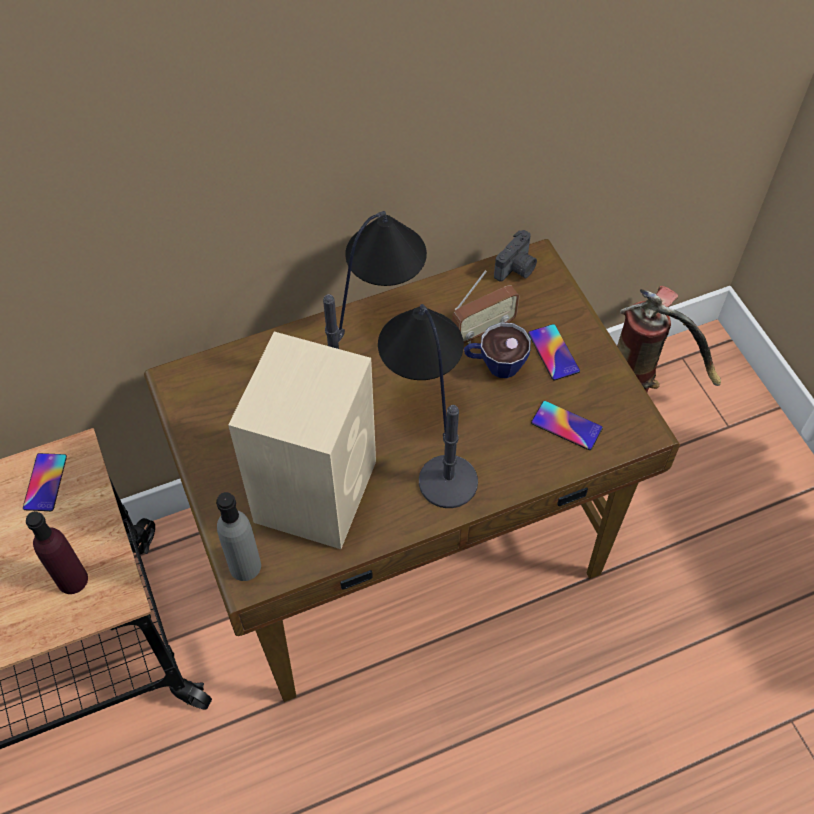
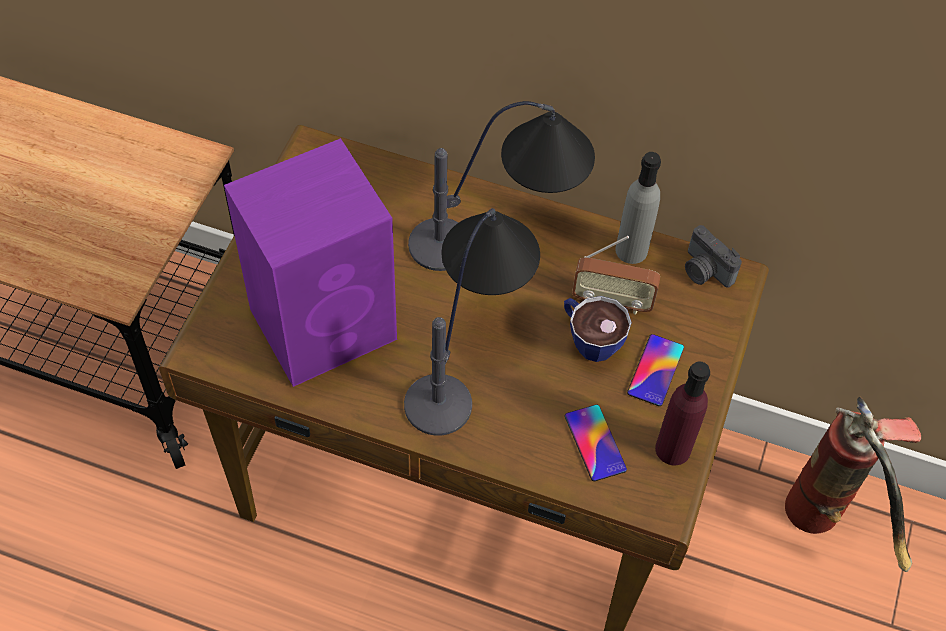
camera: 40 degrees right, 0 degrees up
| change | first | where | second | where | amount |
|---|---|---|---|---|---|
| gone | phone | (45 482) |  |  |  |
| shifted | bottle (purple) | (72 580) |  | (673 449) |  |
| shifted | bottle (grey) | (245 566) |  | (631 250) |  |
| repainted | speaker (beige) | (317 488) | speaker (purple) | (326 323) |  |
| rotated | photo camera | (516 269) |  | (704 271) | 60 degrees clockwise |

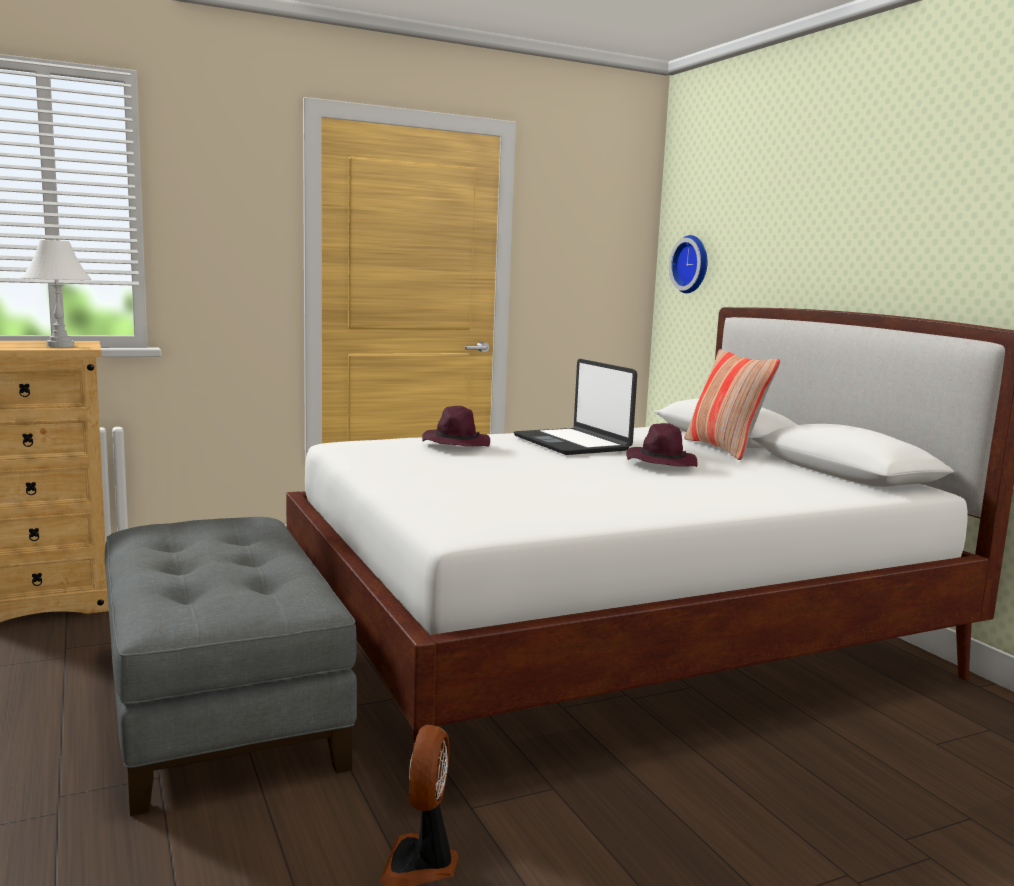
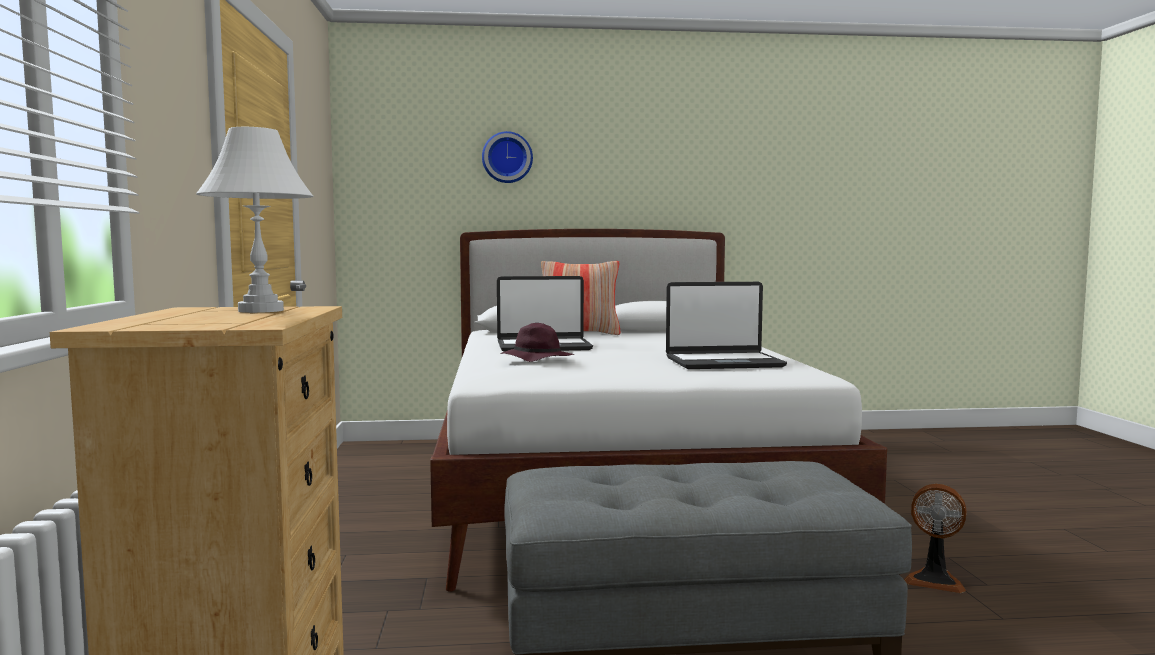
camera: 70 degrees left, 5 degrees down
| change | first | where | second | where | amount |
|---|---|---|---|---|---|
| gone | hat (purple) | (661 463) |  |  |  |
| new |  |  | laptop | (723 362) |  |
| shifted | wall clock | (692 264) |  | (507 157) |  |

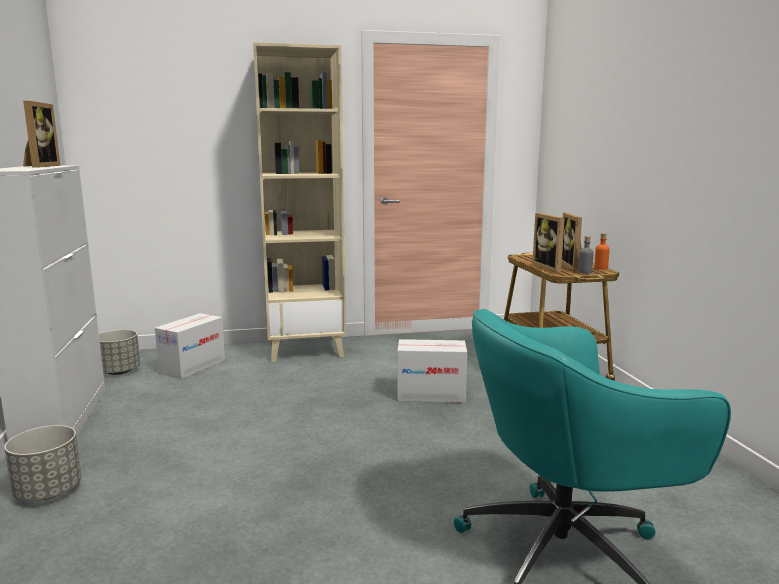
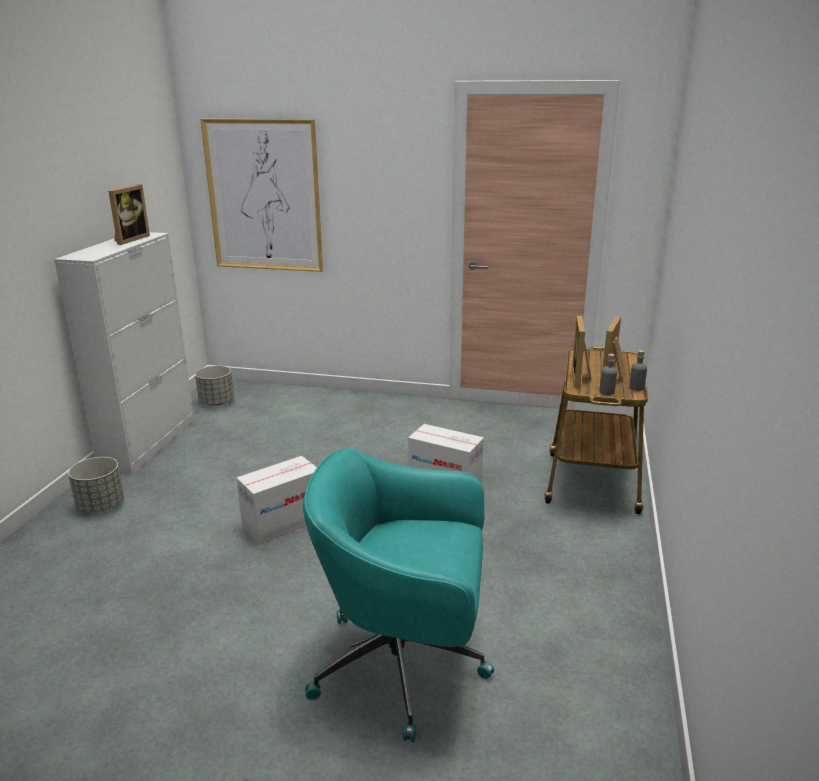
camera: 25 degrees right, 10 degrees up
| change | first | where | second | where | amount |
|---|---|---|---|---|---|
| gone | bookcase (beige) | (306 349) |  |  |  |
| new |  |  | picture | (264 196) |  |
| shifted | cardboard box | (193 366) |  | (283 522) |  |
| repainted | bottle (orange) | (600 268) | bottle (grey) | (636 388) |  |

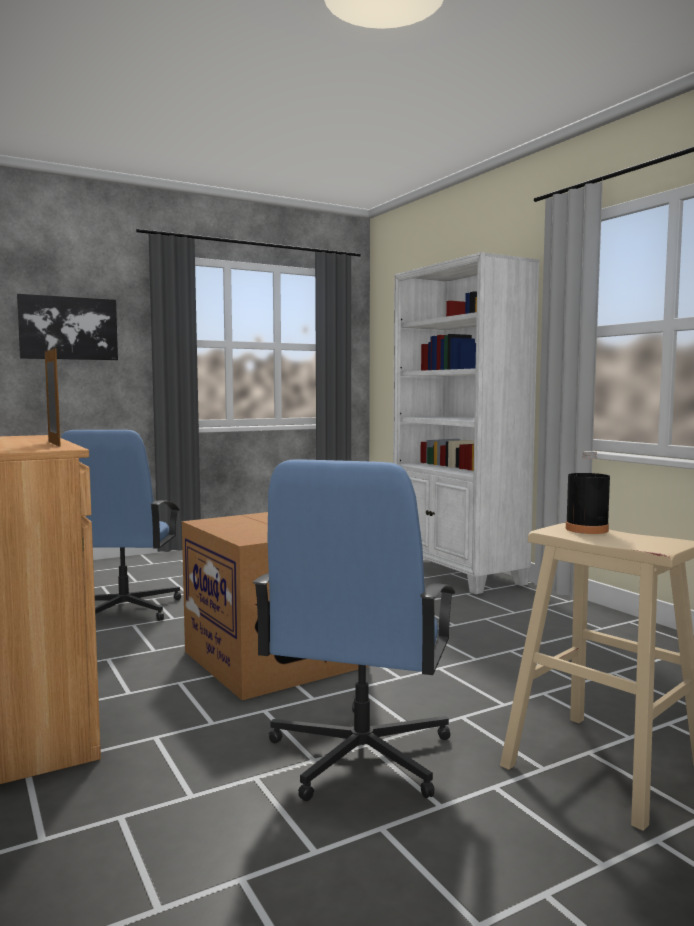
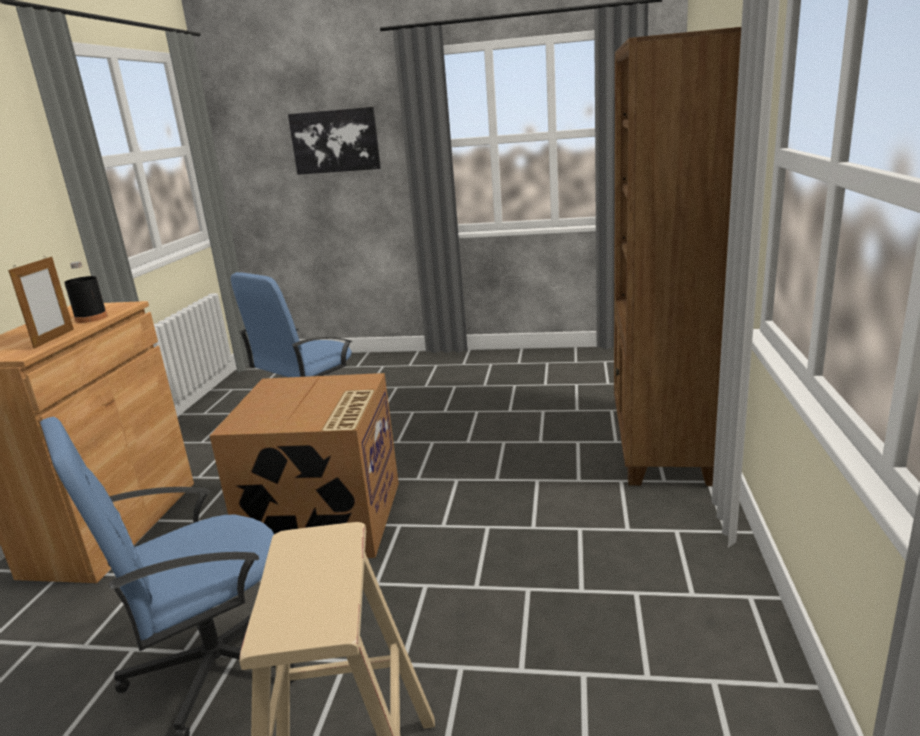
camera: 40 degrees right, 15 degrees up
| change | first | where | second | where | amount |
|---|---|---|---|---|---|
| shifted | bottle (black) | (586 529) |  | (91 318) |  |
| repainted | bookcase (white) | (457 574) | bookcase (brown) | (660 445) |  |

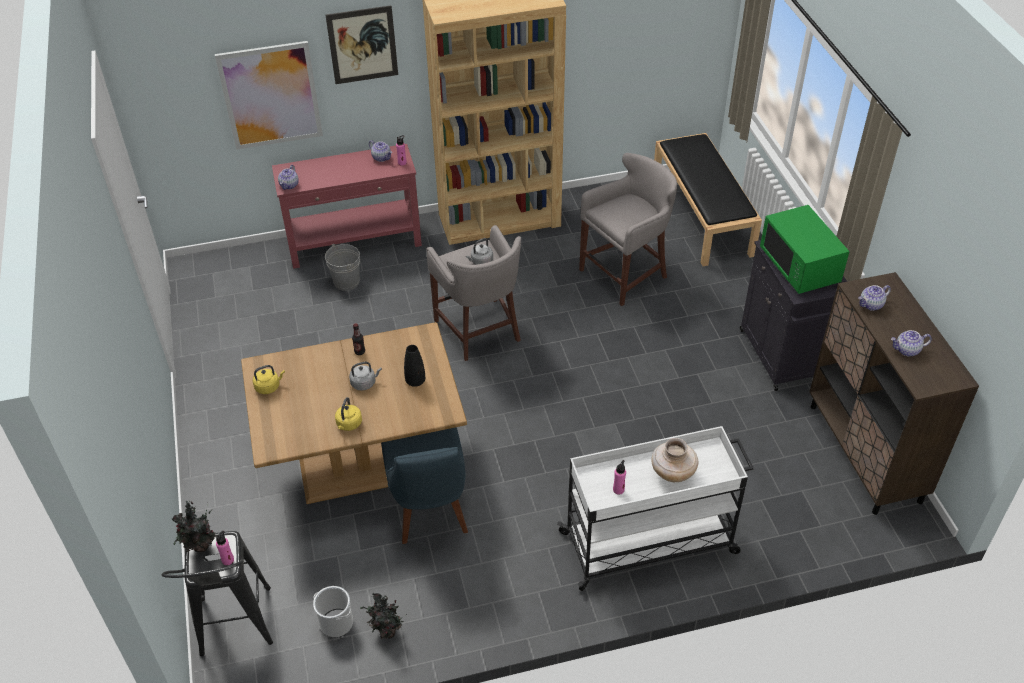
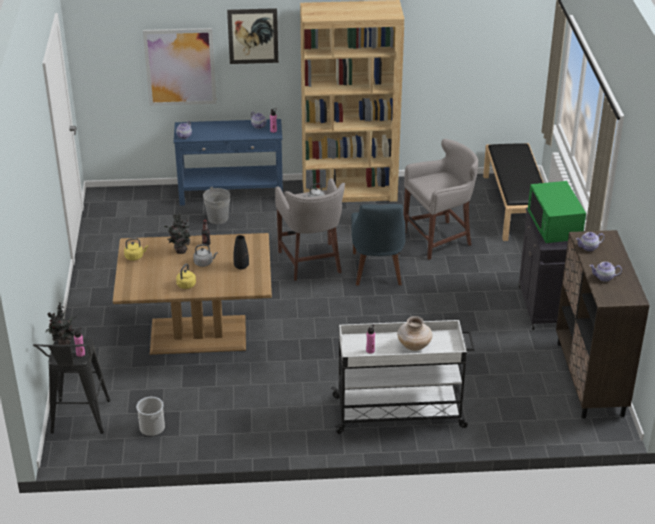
camera: 10 degrees right, 10 degrees down
| change | first | where | second | where | amount |
|---|---|---|---|---|---|
| shifted | potted plant | (386 632) |  | (180 251) |  |
| shifted | chair (blue) | (429 509) |  | (377 270) |  |
| repainted | console table (red) | (355 242) | console table (blue) | (232 194) |  |

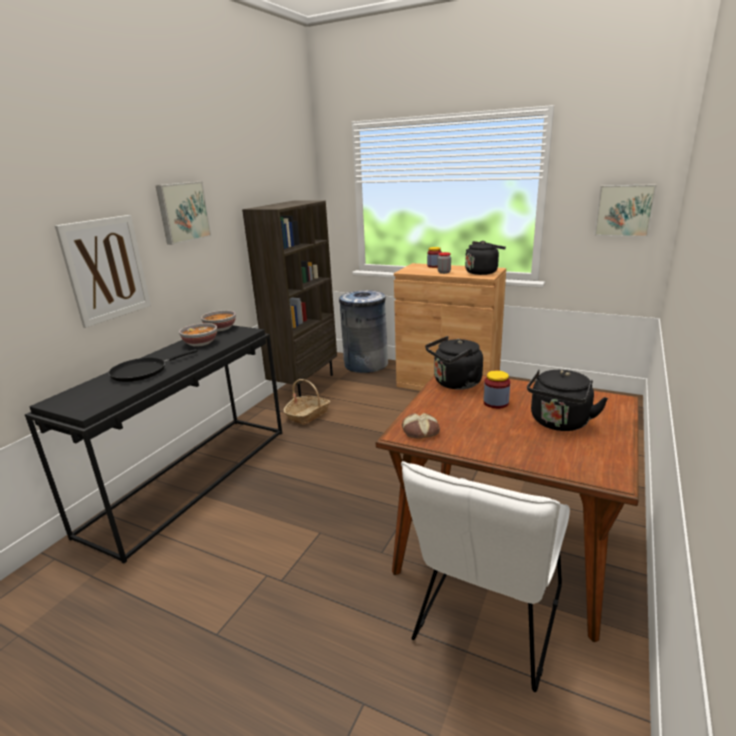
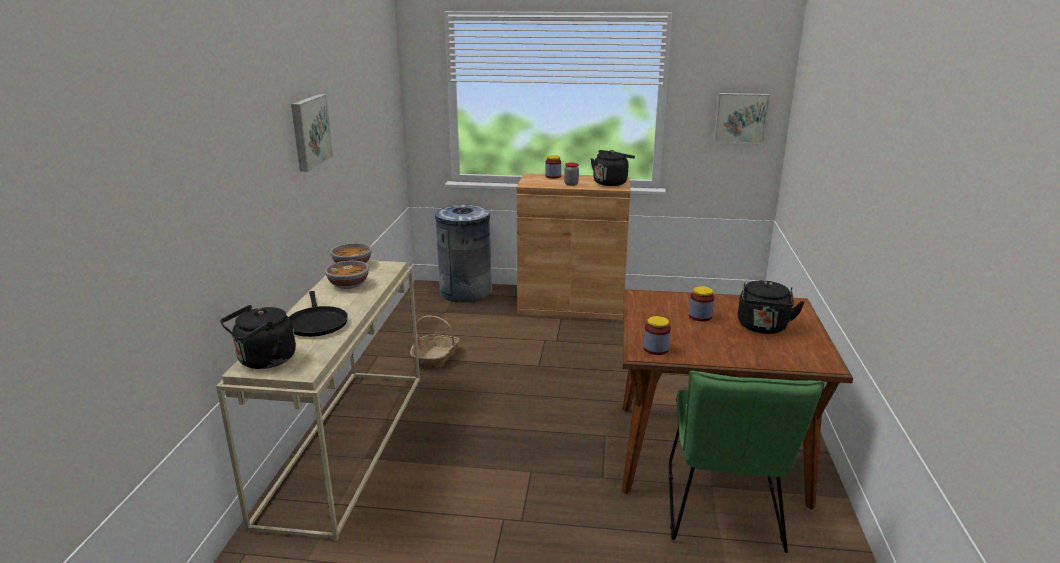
camera: 20 degrees left, 0 degrees up
| change | first | where | second | where | amount |
|---|---|---|---|---|---|
| gone | picture | (106 269) |  |  |  |
| gone | bookcase (brown) | (304 384) |  |  |  |
| shifted | kettle (black) | (455 383) |  | (264 361) |  |
| swapped | bread | (420 431) | jar | (656 349) |  |
| repainted | console table (black) | (191 477) | console table (beige) | (345 443) |  |
| repainted | chair (white) | (485 621) | chair (green) | (723 513) |  |
| rotated | frying pan (black) | (143 371) |  | (317 323) | 45 degrees counterclockwise |

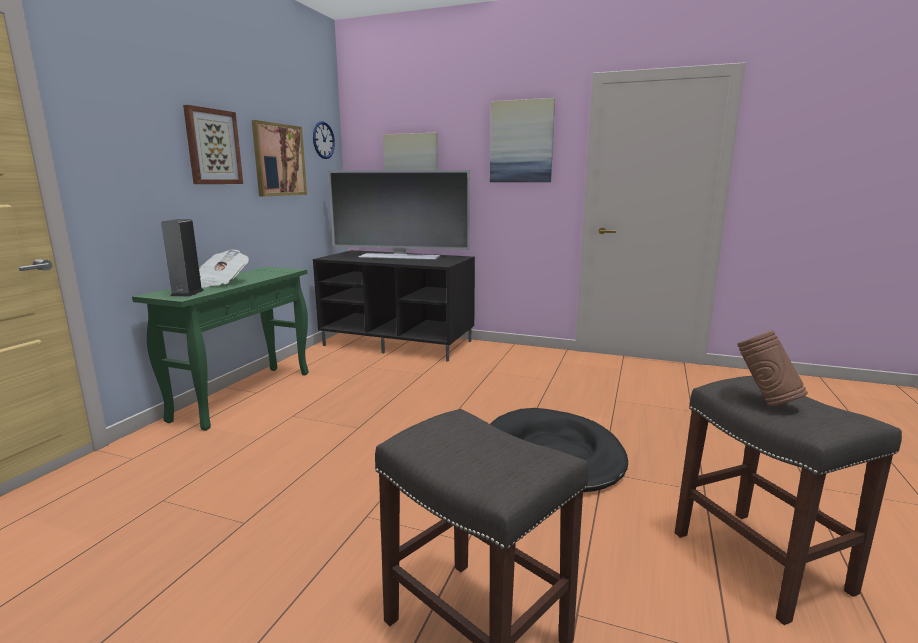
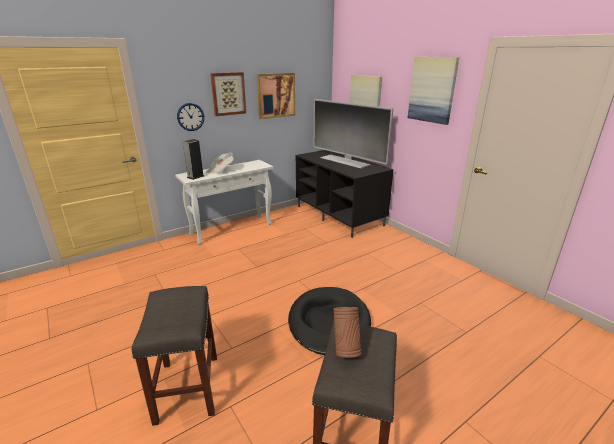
camera: 35 degrees right, 10 degrees up
| change | first | where | second | where | amount |
|---|---|---|---|---|---|
| shifted | wall clock | (323 140) |  | (190 117) |  |
| repainted | console table (green) | (245 395) | console table (white) | (232 229) |  |

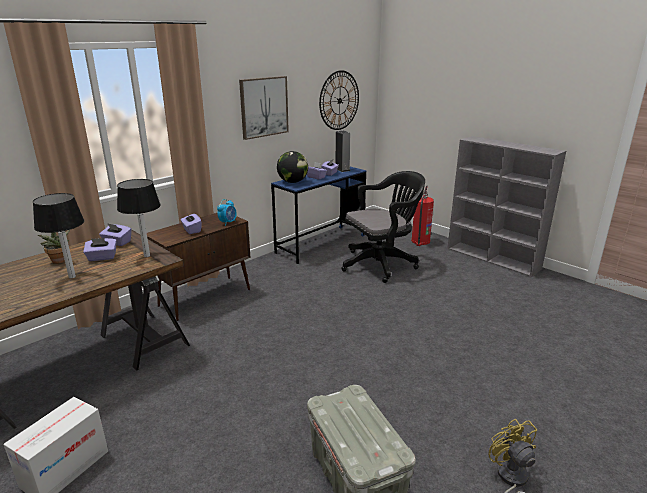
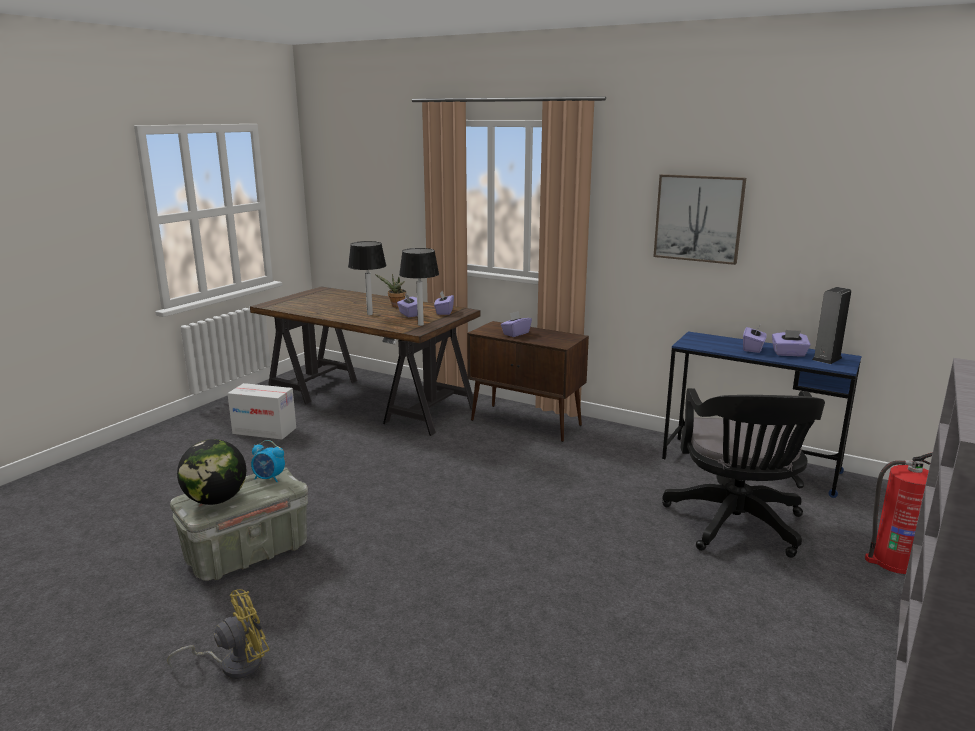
camera: 75 degrees right, 5 degrees down
| change | first | where | second | where | amount |
|---|---|---|---|---|---|
| gone | wall clock | (339 100) |  |  |  |
| shifted | alarm clock | (228 222) |  | (269 478) |  |
| shifted | globe | (292 182) |  | (216 500) |  |
| rotated | office chair (black) | (381 264) |  | (736 526) | 45 degrees clockwise |

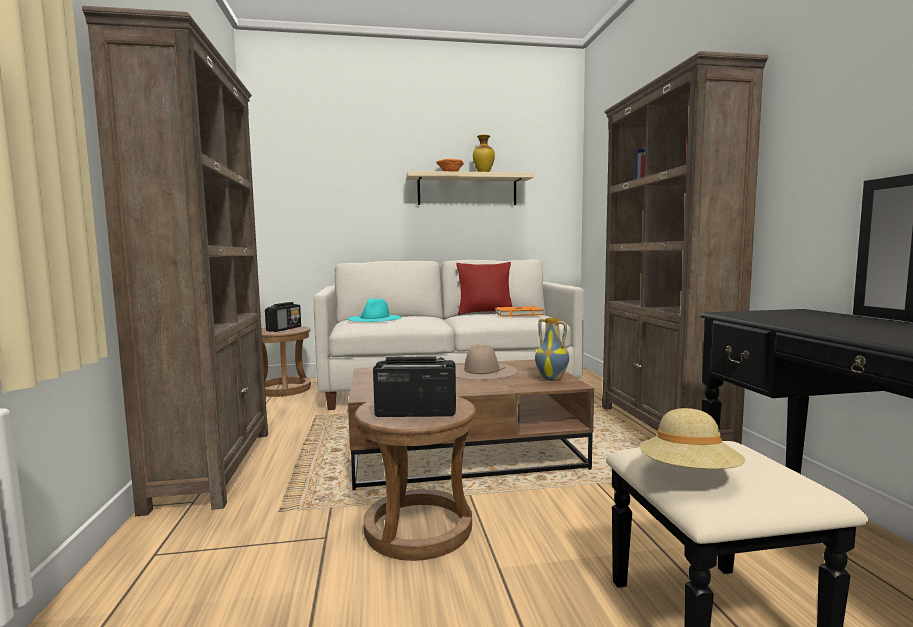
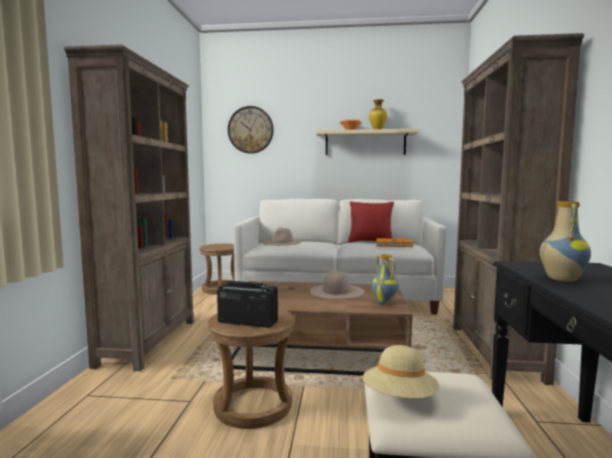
camera: 15 degrees right, 0 degrees up
| change | first | where | second | where | amount |
|---|---|---|---|---|---|
| gone | radio | (284 329) |  |  |  |
| new |  |  | wall clock | (250 130) |  |
| new |  |  | vase | (560 279) |  |
| repainted | hat (turquoise) | (375 318) | hat (beige) | (281 242) |  |

